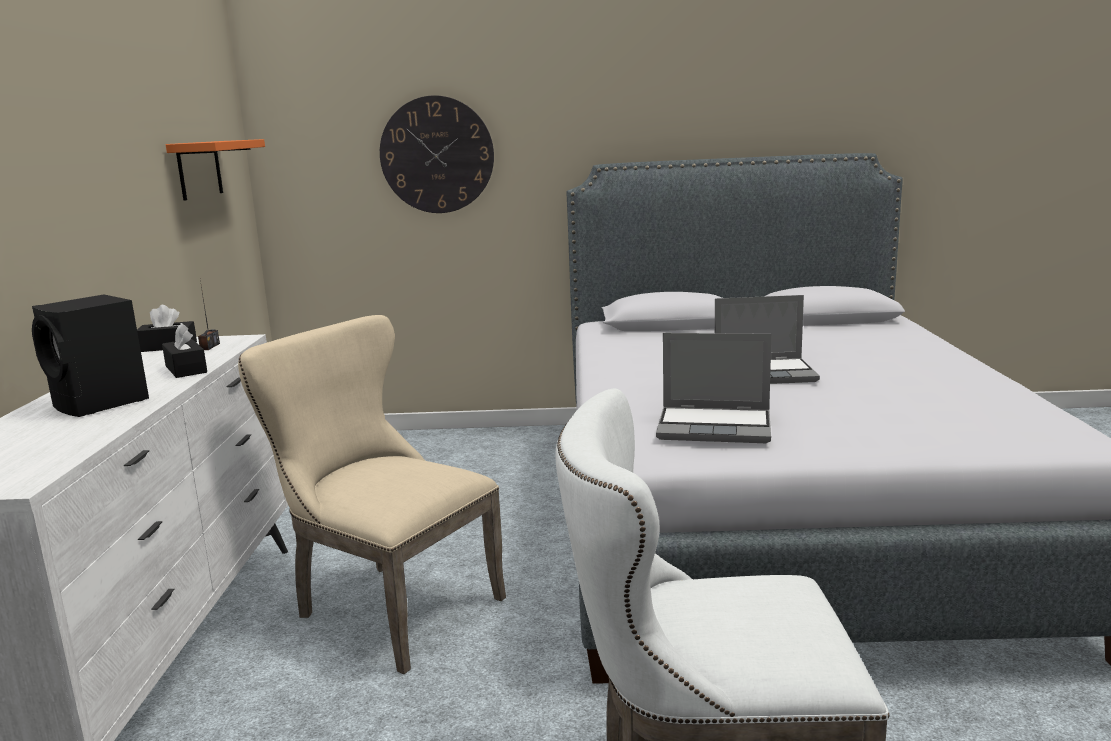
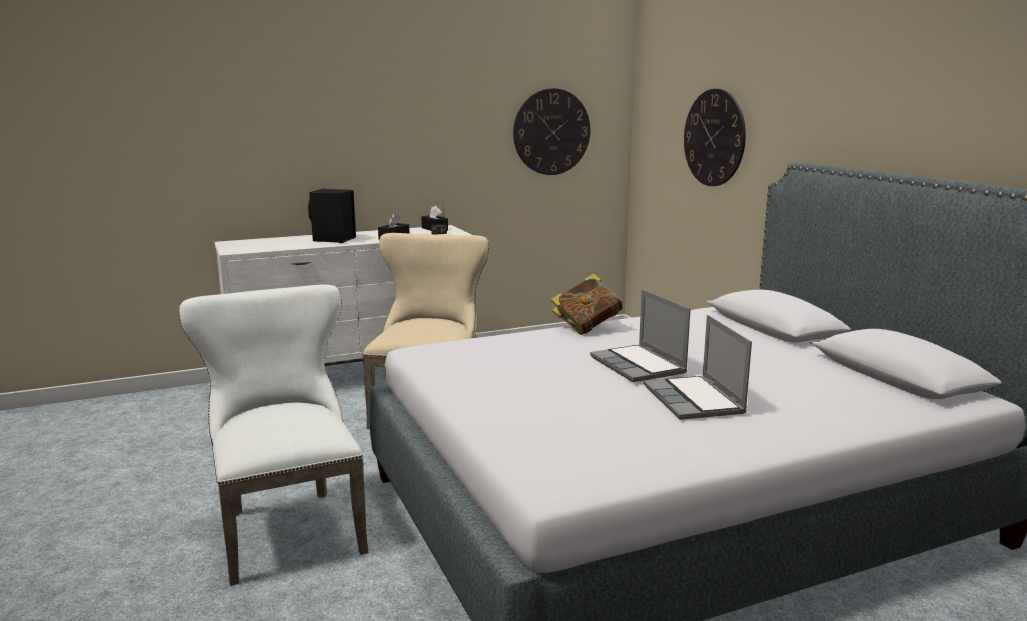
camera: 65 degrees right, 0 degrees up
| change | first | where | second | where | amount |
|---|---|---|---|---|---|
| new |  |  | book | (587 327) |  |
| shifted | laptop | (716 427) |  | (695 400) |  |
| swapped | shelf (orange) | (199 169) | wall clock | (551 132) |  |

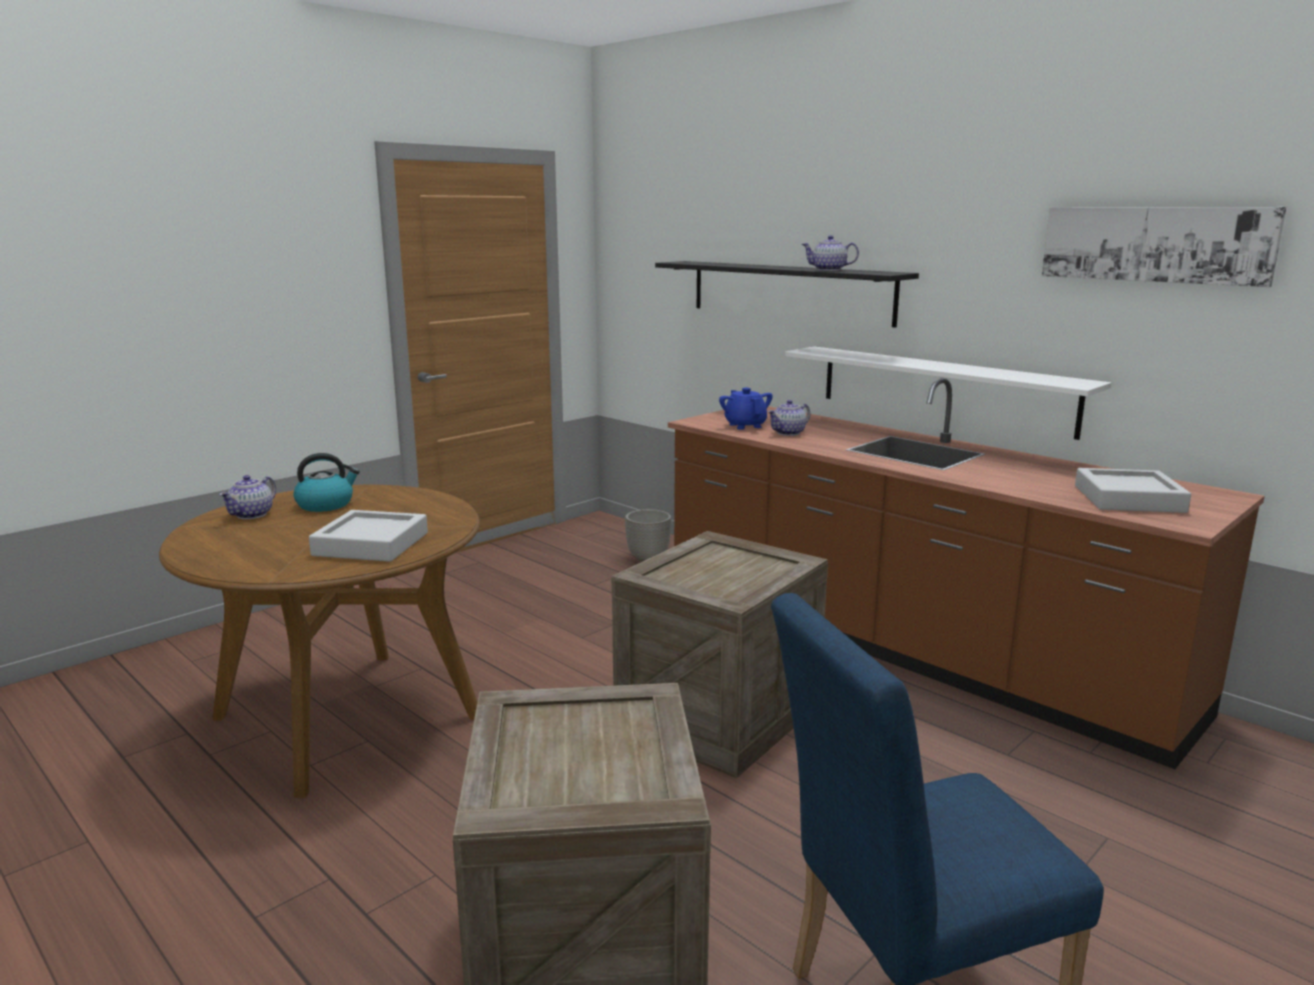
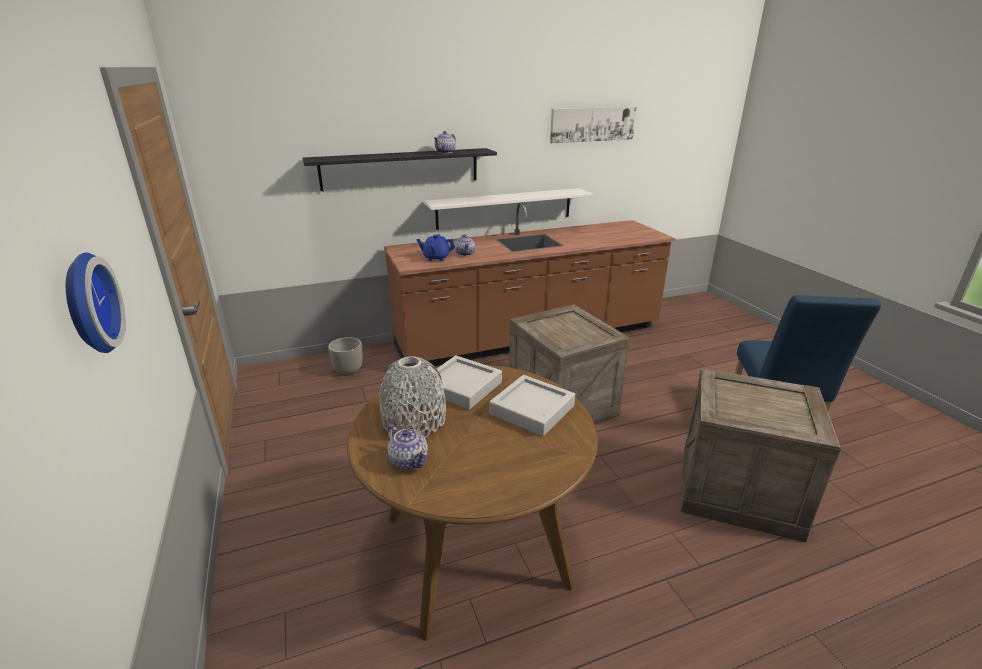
camera: 65 degrees left, 10 degrees up
| change | first | where | second | where | amount |
|---|---|---|---|---|---|
| new |  |  | wall clock | (85 304) |  |
| shifted | tray (grey) | (1128 499) |  | (462 387) |  |
| swapped | kettle | (326 504) | vase (grey) | (414 421) |  |

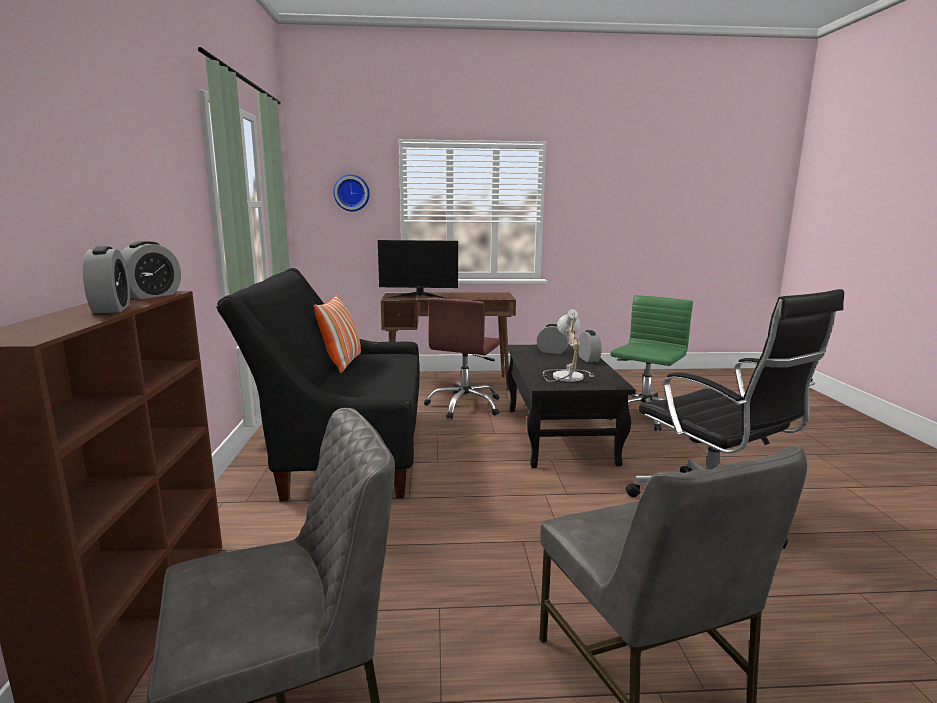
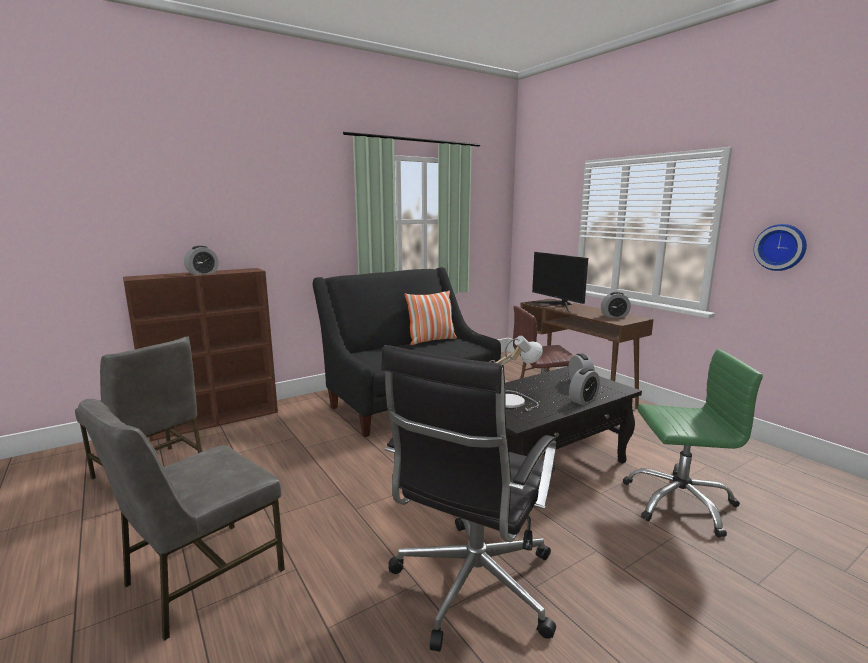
camera: 60 degrees right, 0 degrees up
| change | first | where | second | where | amount |
|---|---|---|---|---|---|
| shifted | alarm clock | (151 295) |  | (614 316) |  |
| shifted | wall clock | (351 193) |  | (781 247) |  |

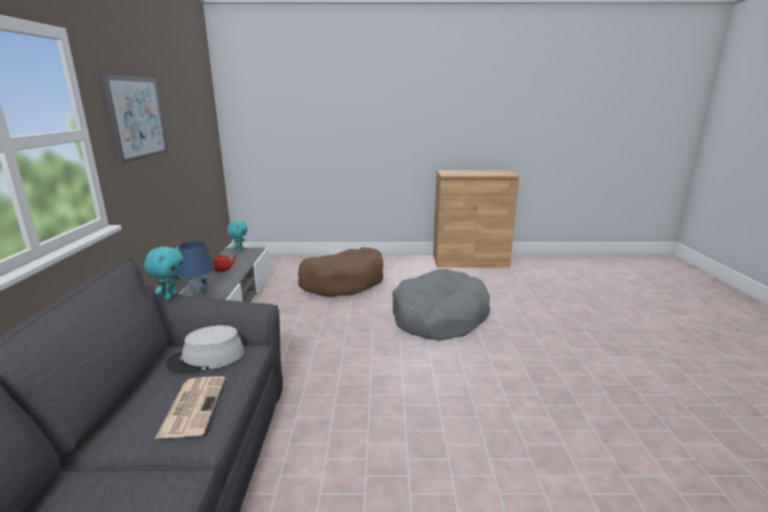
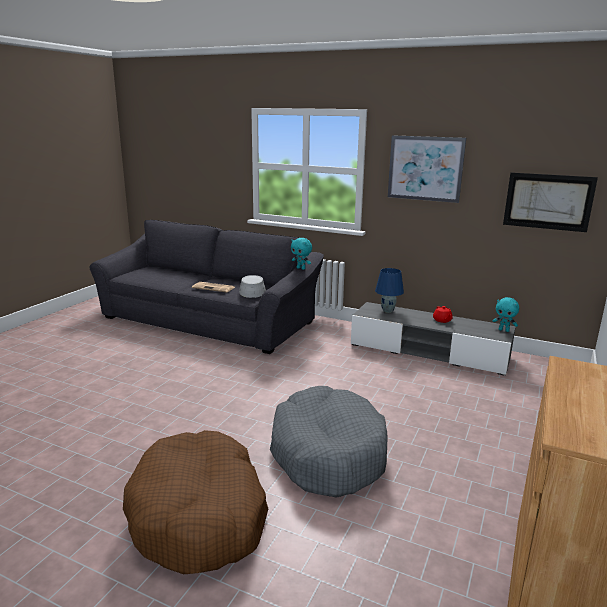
camera: 115 degrees right, 0 degrees up
| change | first | where | second | where | amount |
|---|---|---|---|---|---|
| new |  |  | picture | (548 201) |  |
| shifted | dog bed (brown) | (343 282) |  | (199 515) |  |

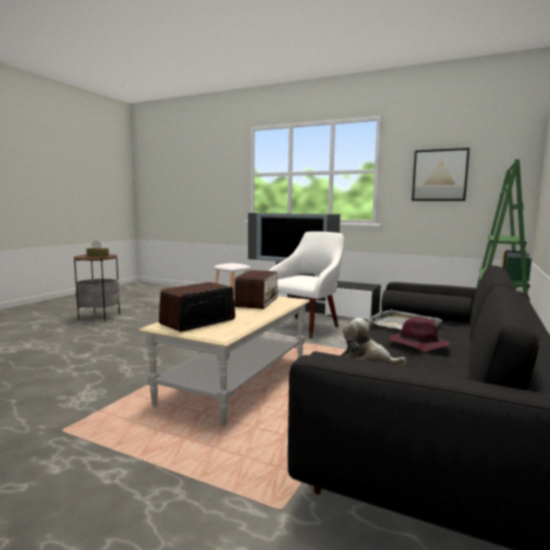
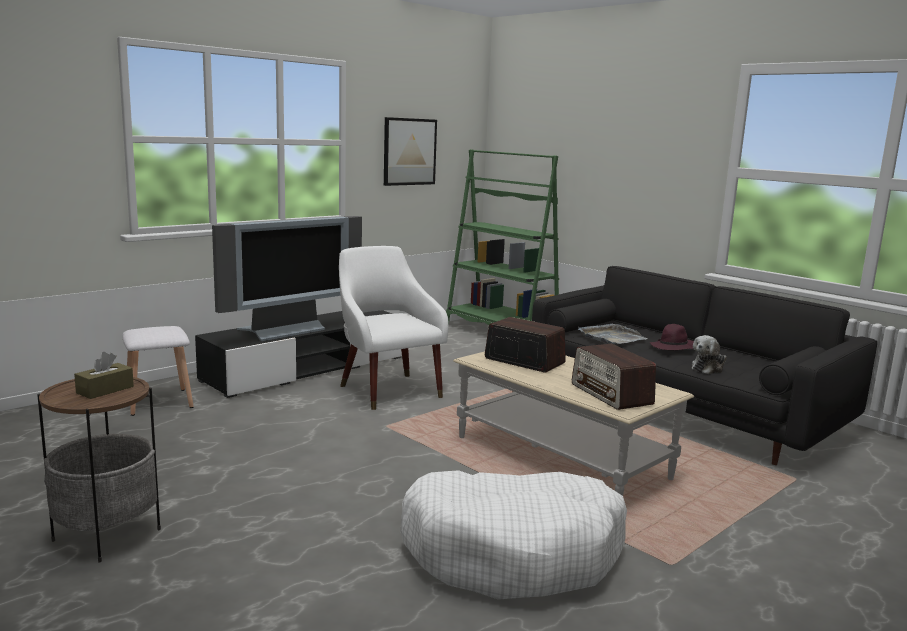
camera: 70 degrees left, 5 degrees up
| change | first | where | second | where | amount |
|---|---|---|---|---|---|
| new |  |  | dog bed (white) | (513 552) |  |

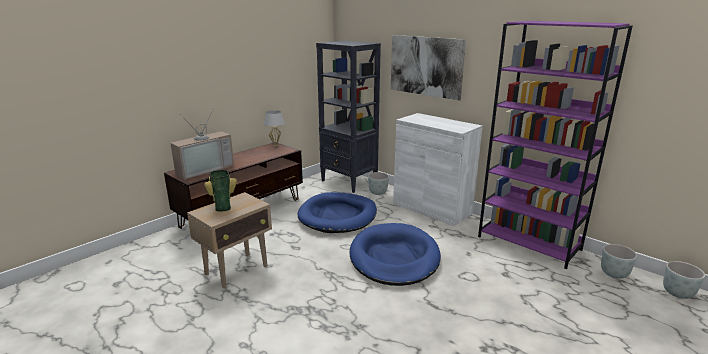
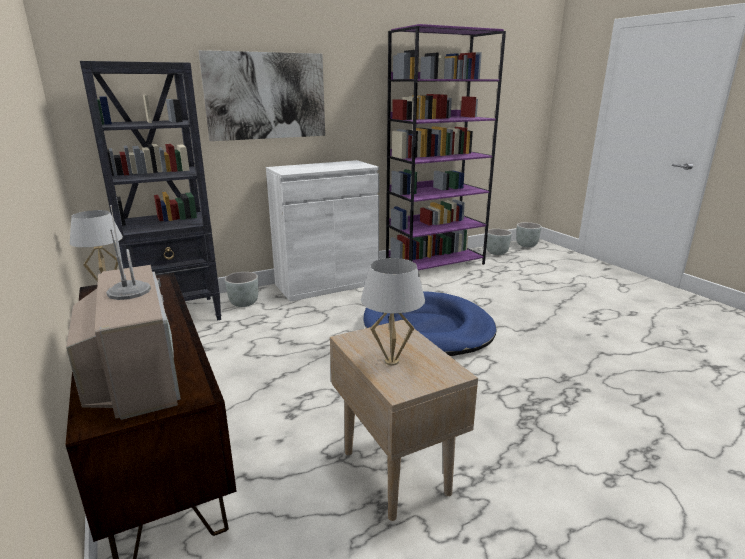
camera: 70 degrees left, 0 degrees up
| change | first | where | second | where | amount |
|---|---|---|---|---|---|
| gone | dog bed (blue) | (338 216) |  |  |  |
| swapped | vase | (223 207) | table lamp (white) | (391 361) |  |

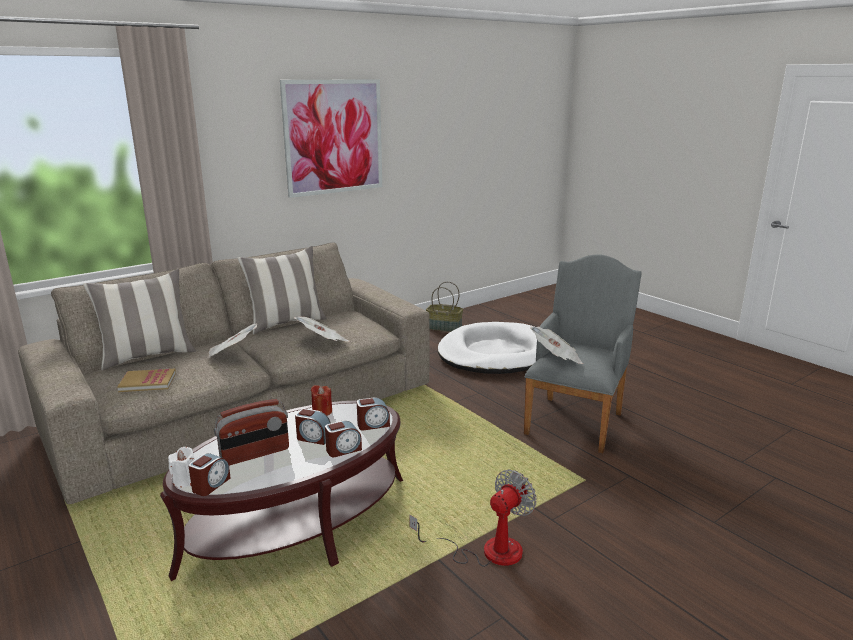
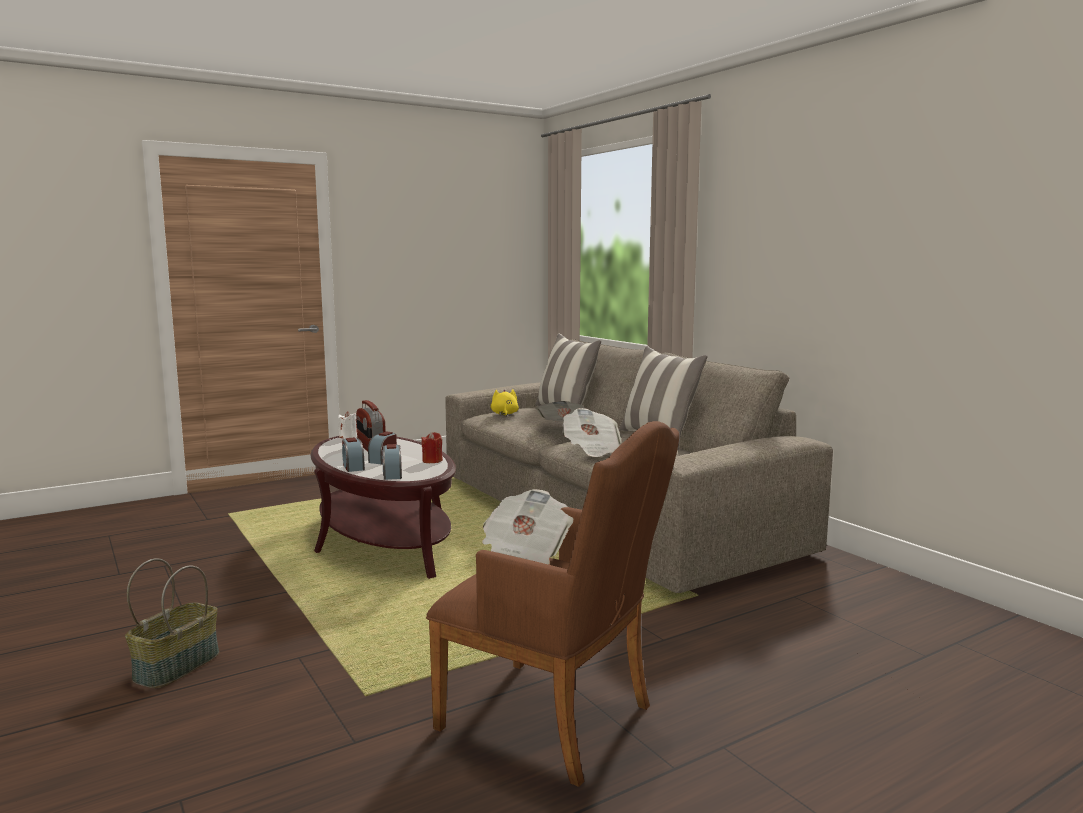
camera: 95 degrees right, 10 degrees down
| change | first | where | second | where | amount |
|---|---|---|---|---|---|
| gone | alarm clock | (211 485) |  |  |  |
| gone | picture | (334 137) |  |  |  |
| gone | fan | (487 551) |  |  |  |
| gone | dog bed (white) | (495 354) |  |  |  |
| shifted | basket | (443 328) |  | (176 666) |  |
| swapped | book | (148 382) | plush toy (yellow) | (504 414) |  |
| repainted | armchair (grey) | (576 420) | armchair (brown) | (556 722) |  |

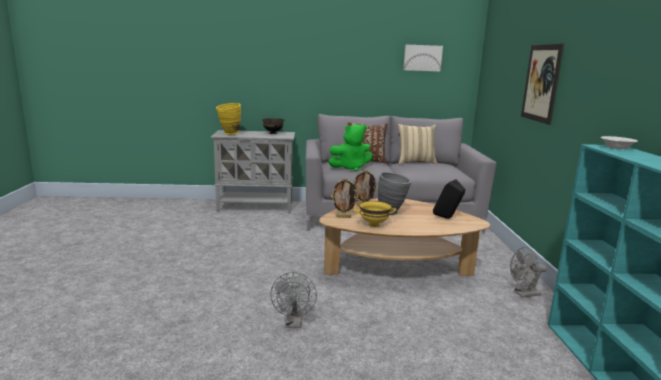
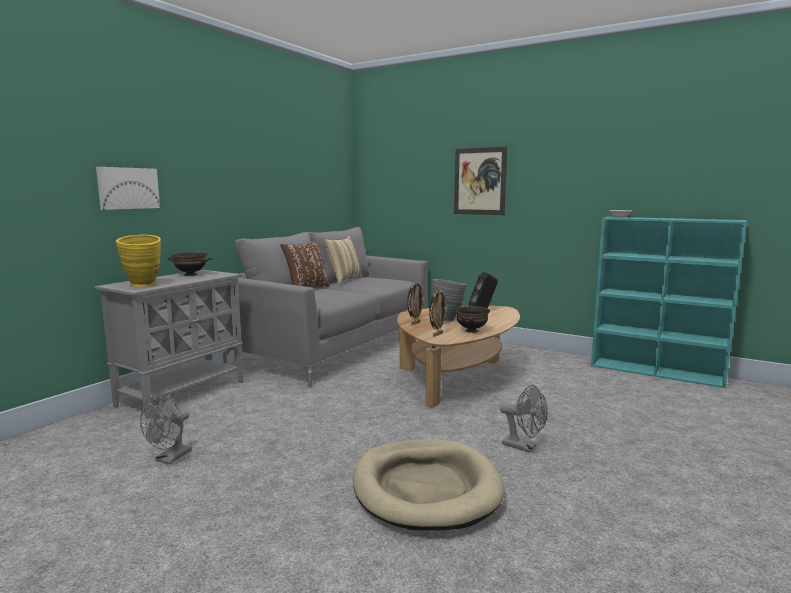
camera: 55 degrees left, 5 degrees down
| change | first | where | second | where | amount |
|---|---|---|---|---|---|
| gone | plush toy (green) | (350 168) |  |  |  |
| new |  |  | dog bed (beige) | (426 488) |  |
| shifted | picture | (422 58) |  | (127 188) |  |
| shifted | fan (grey) | (524 294) |  | (170 458) |  |
| repainted | bowl (yellow) | (374 224) | bowl (black) | (471 331) |  |

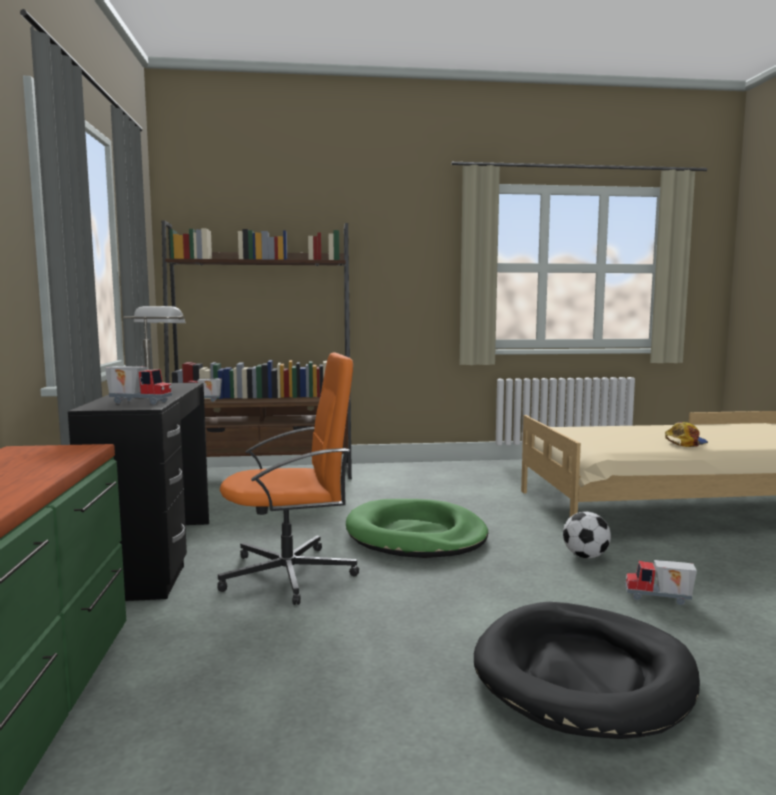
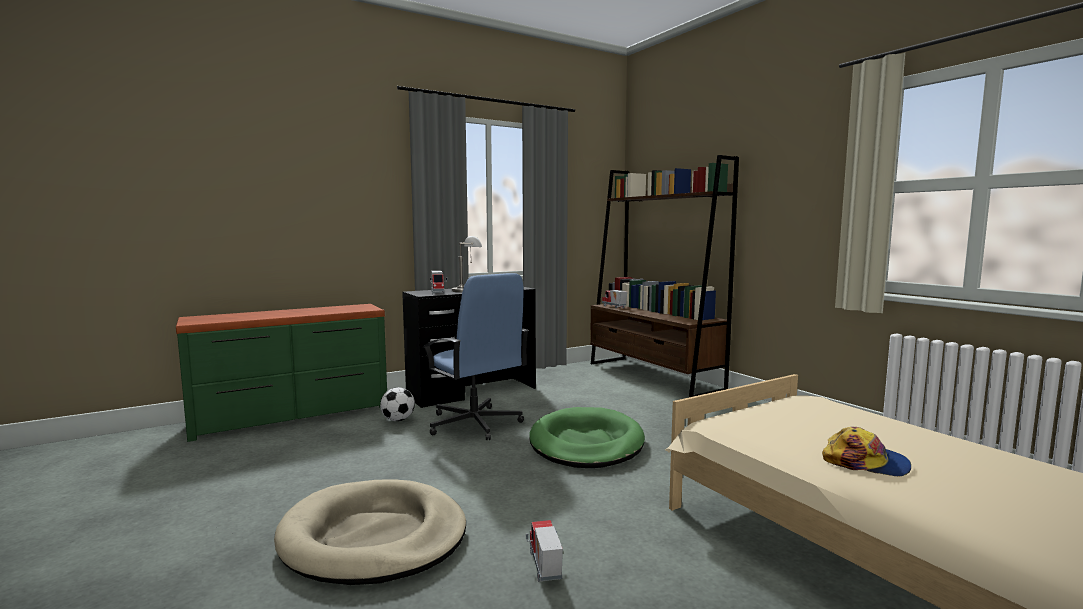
camera: 65 degrees right, 0 degrees up
| change | first | where | second | where | amount |
|---|---|---|---|---|---|
| shifted | football | (585 556) |  | (398 420) |  |
| repainted | office chair (orange) | (290 574) | office chair (blue) | (474 424) |  |
| repainted | dog bed (black) | (584 674) | dog bed (beige) | (373 537) |  |

